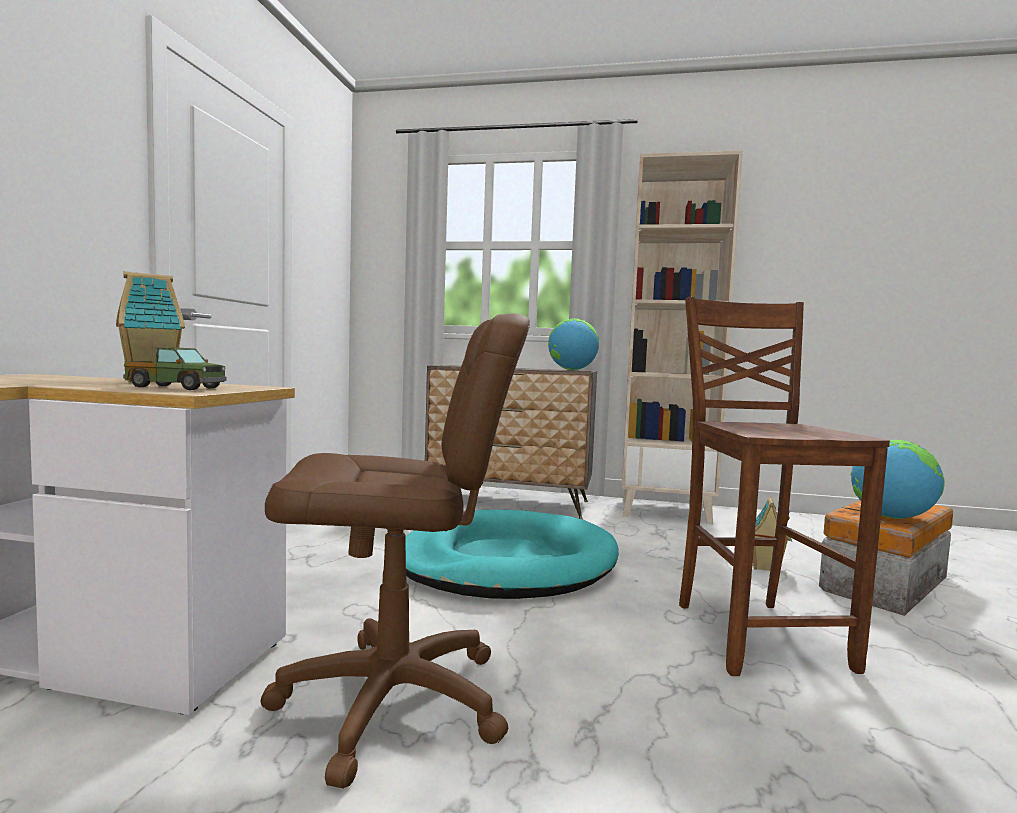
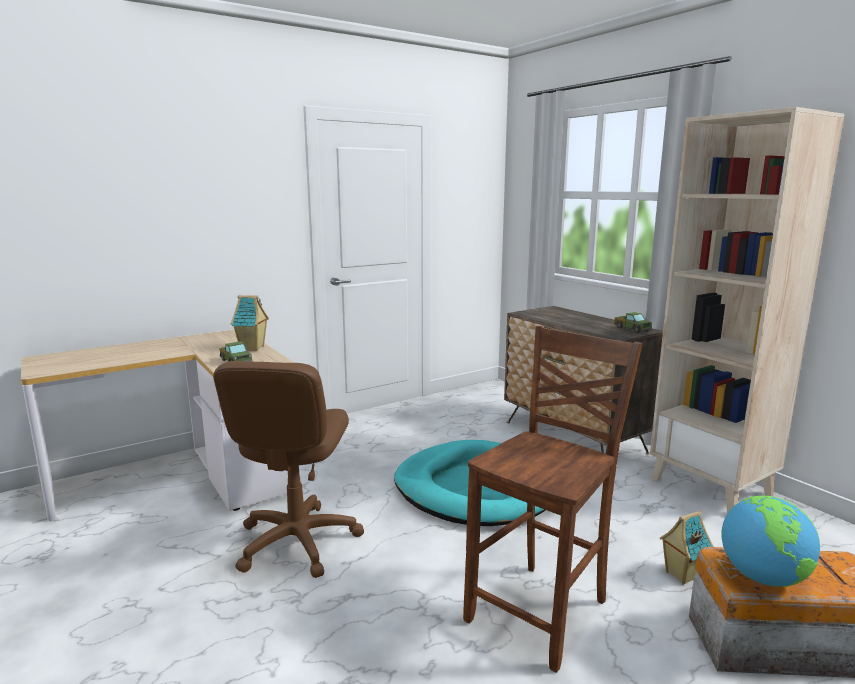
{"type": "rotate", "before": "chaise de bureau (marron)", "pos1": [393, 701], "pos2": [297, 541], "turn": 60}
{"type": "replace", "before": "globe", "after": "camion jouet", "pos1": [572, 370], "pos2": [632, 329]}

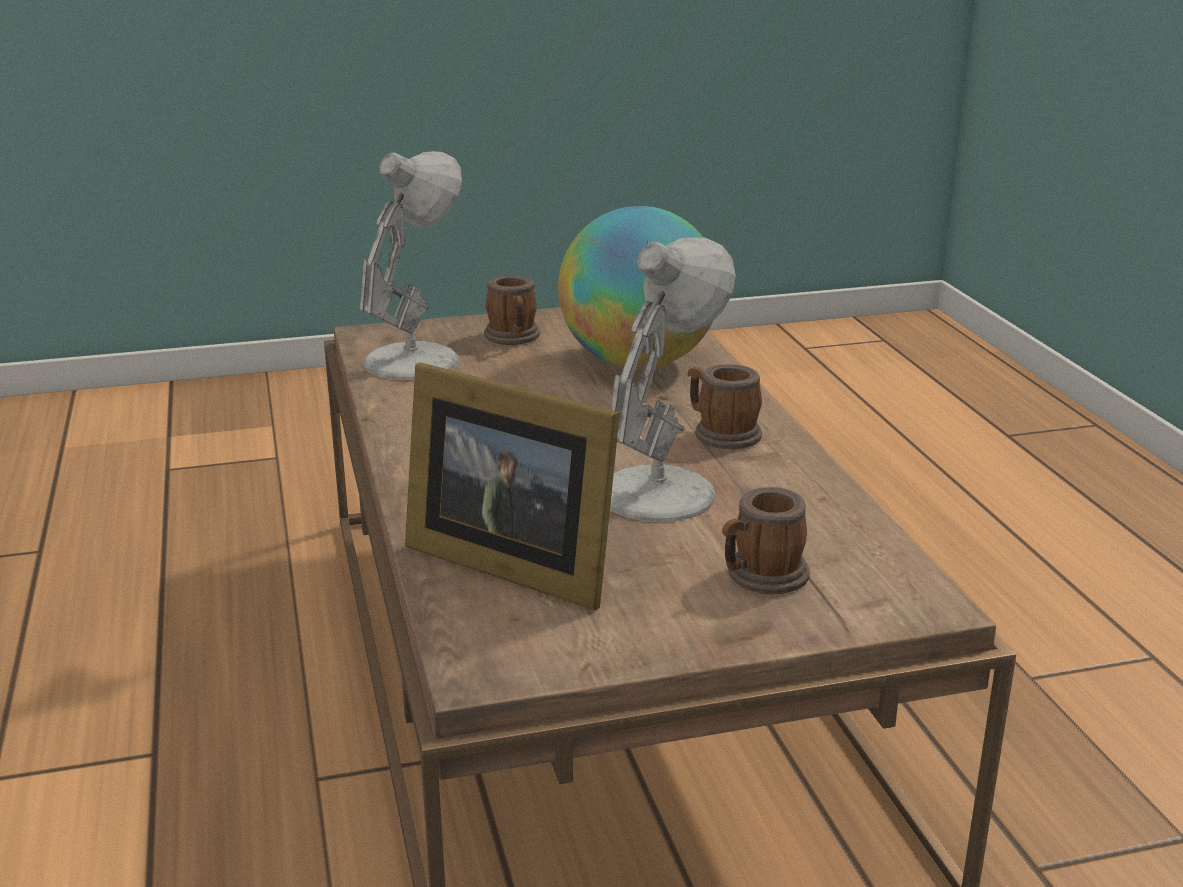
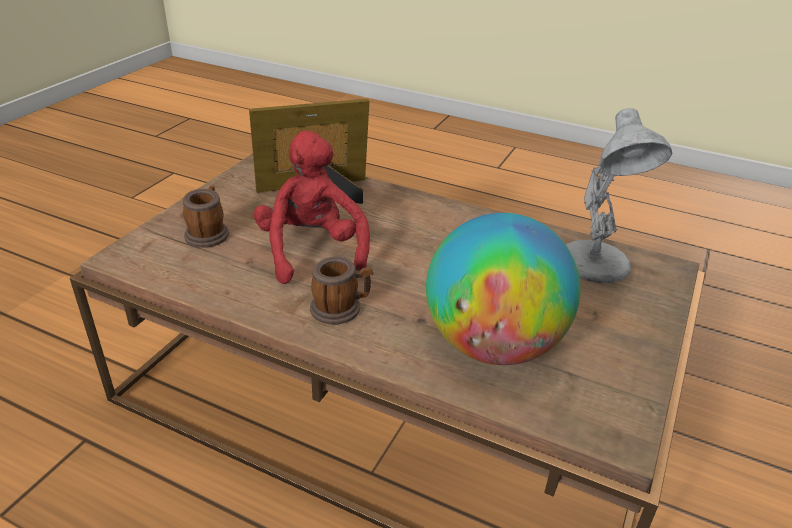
{"type": "replace", "before": "lampe de table (blanc)", "after": "peluche (rouge)", "pos1": [661, 491], "pos2": [312, 252]}
{"type": "delete", "before": "mug", "pos1": [514, 338]}

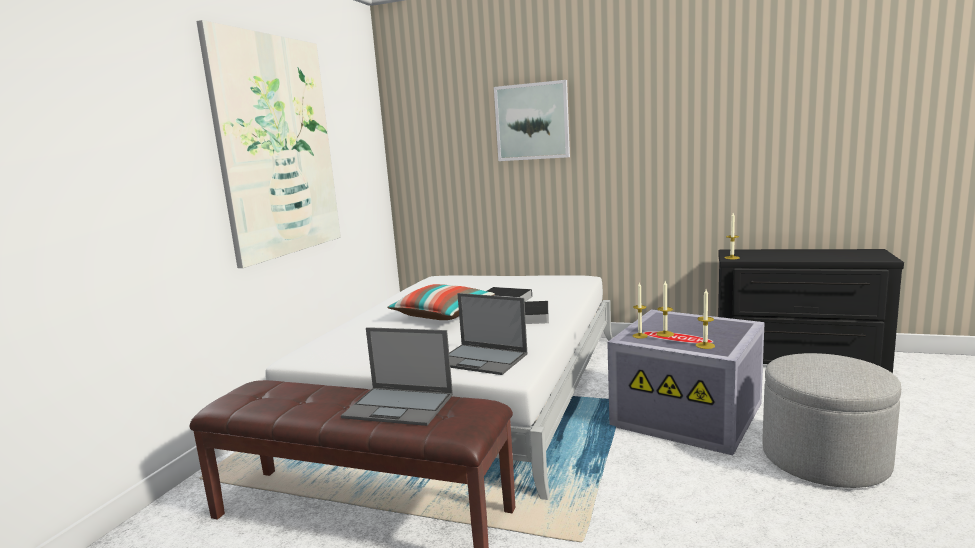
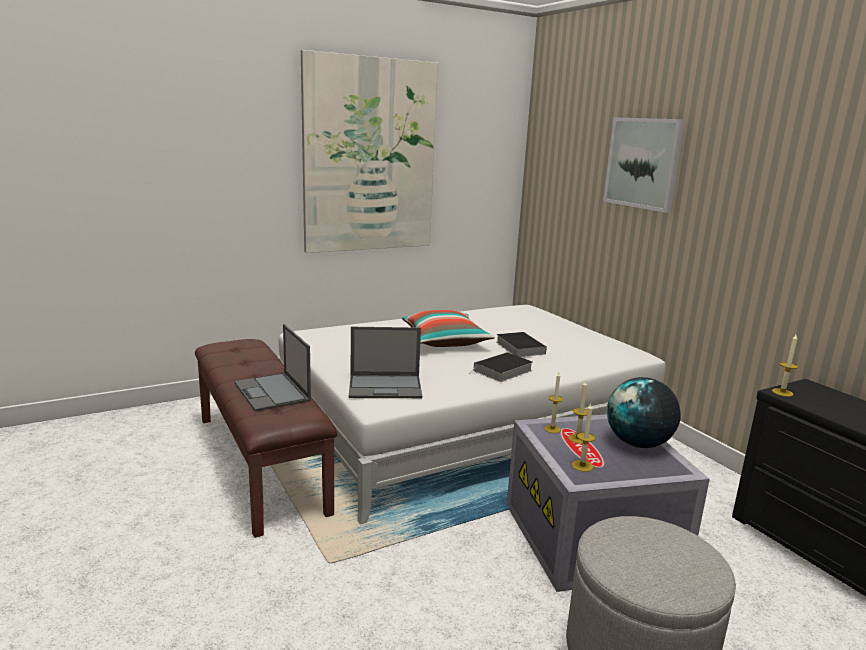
{"type": "rotate", "before": "ordinateur portable", "pos1": [482, 359], "pos2": [386, 387], "turn": -75}
{"type": "insert", "after": "globe", "pos2": [638, 443]}

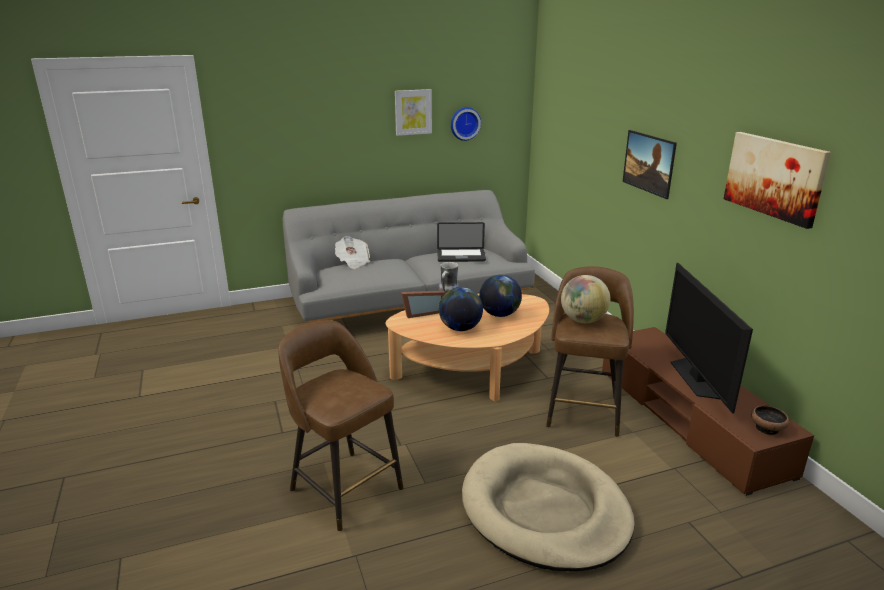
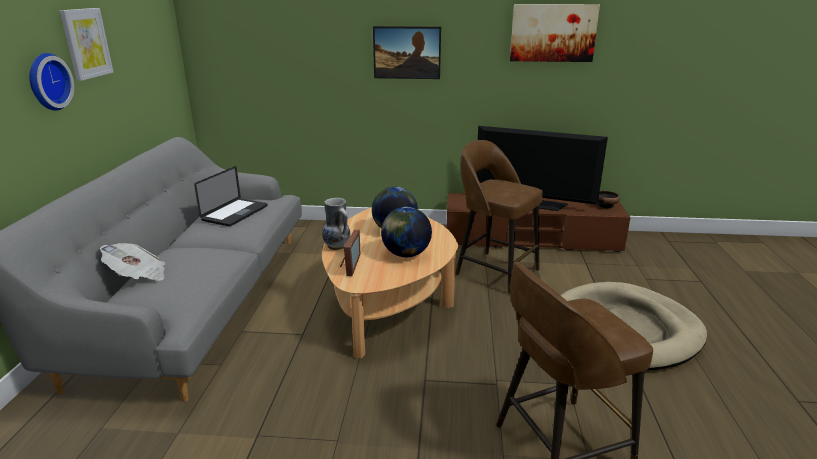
{"type": "move", "before": "horloge murale", "pos1": [464, 123], "pos2": [47, 82]}
{"type": "delete", "before": "globe", "pos1": [583, 320]}

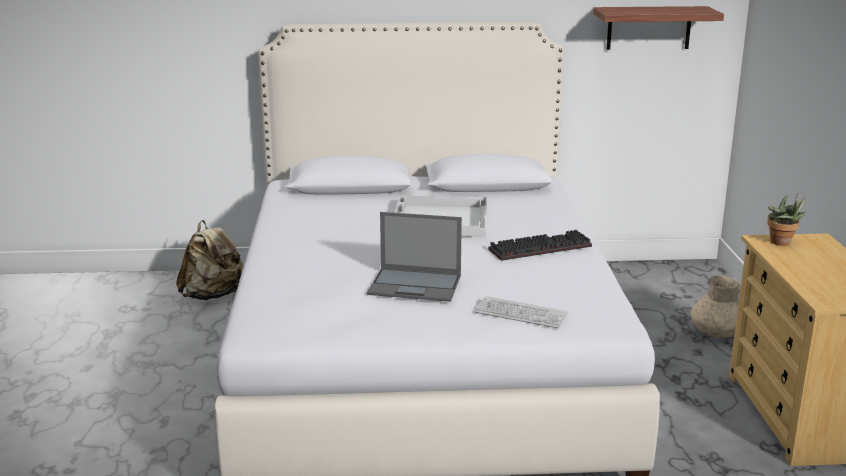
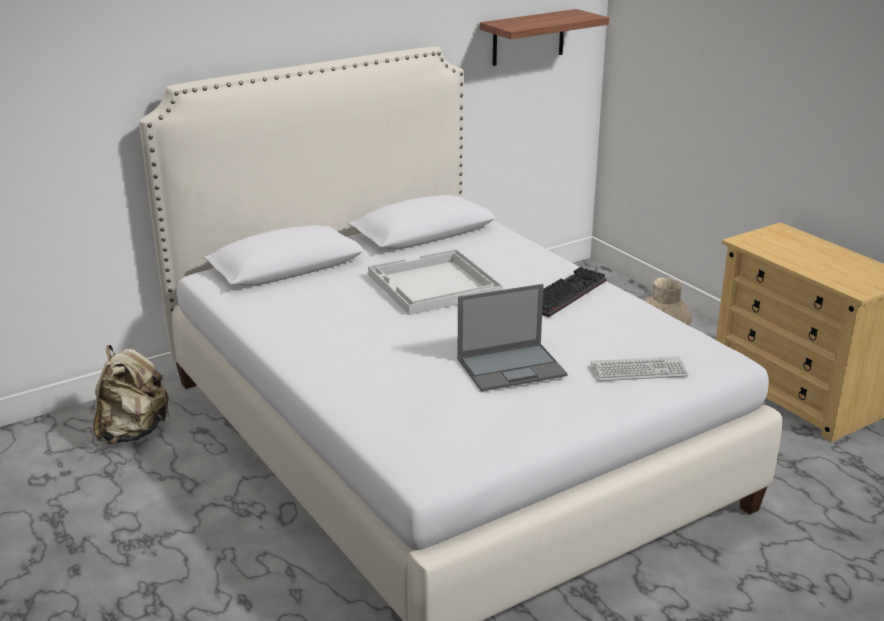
{"type": "delete", "before": "plante en pot", "pos1": [782, 243]}

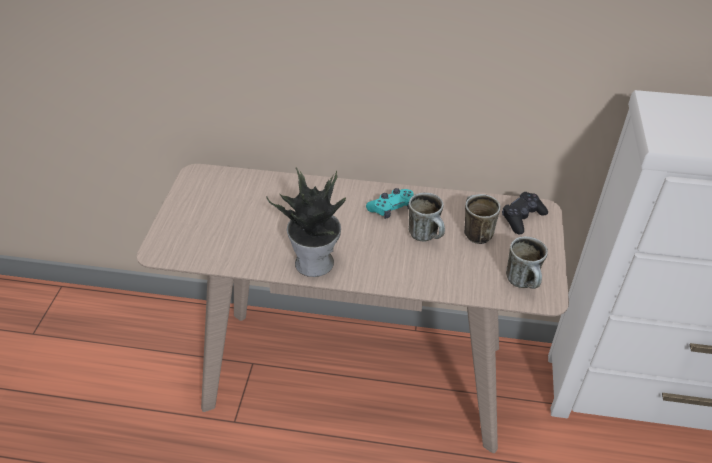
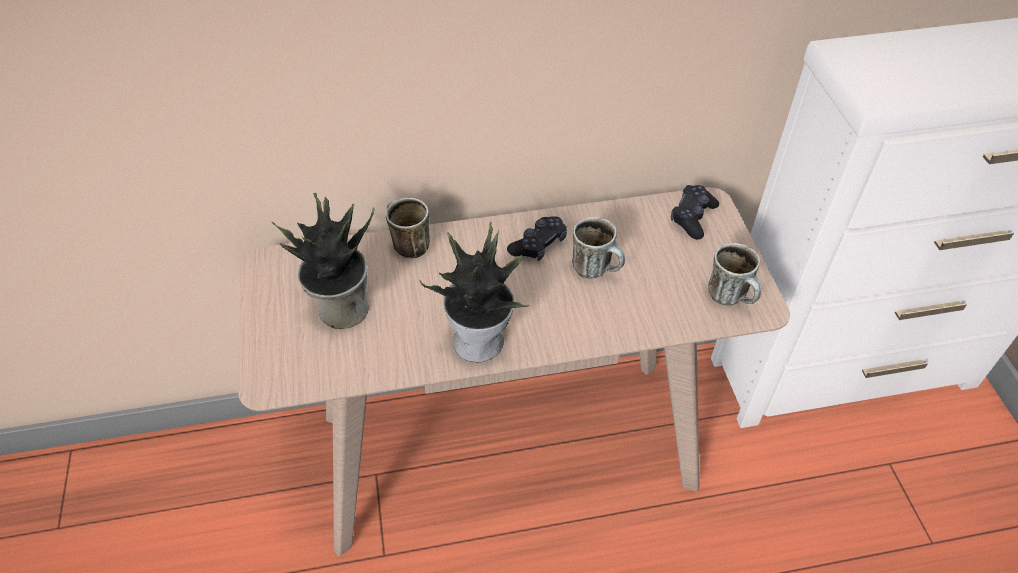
{"type": "recolor", "before": "manette (turquoise)", "after": "manette (noir)", "pos1": [392, 208], "pos2": [538, 245]}
{"type": "move", "before": "mug", "pos1": [474, 232], "pos2": [406, 245]}
{"type": "insert", "after": "plante en pot", "pos2": [341, 310]}

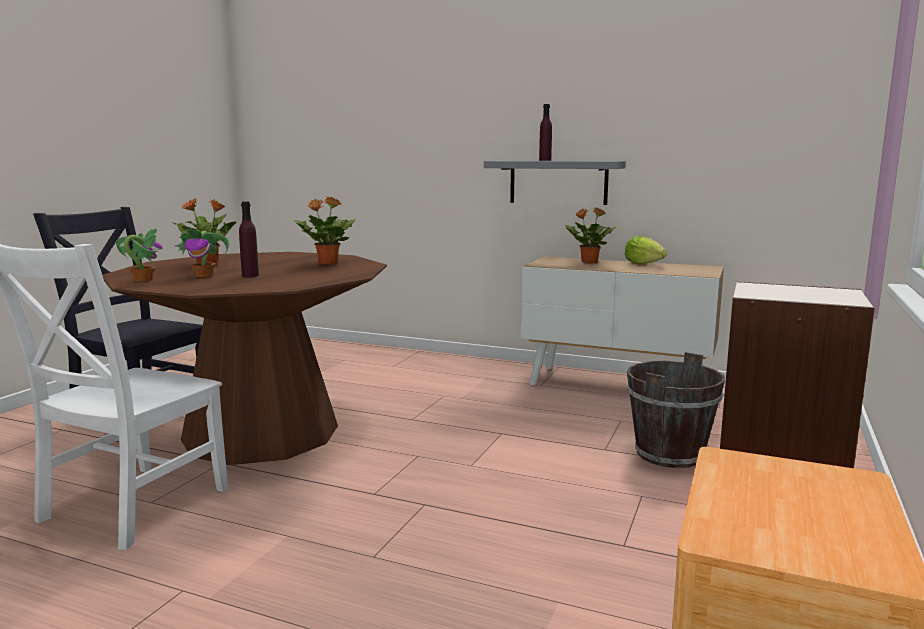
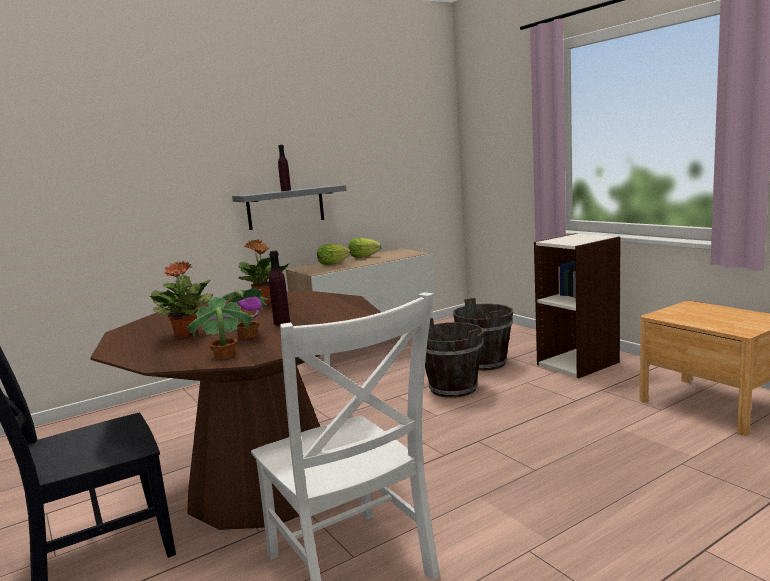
{"type": "replace", "before": "plante en pot", "after": "laitue", "pos1": [588, 262], "pos2": [332, 264]}
{"type": "insert", "after": "seau (marron)", "pos2": [453, 388]}

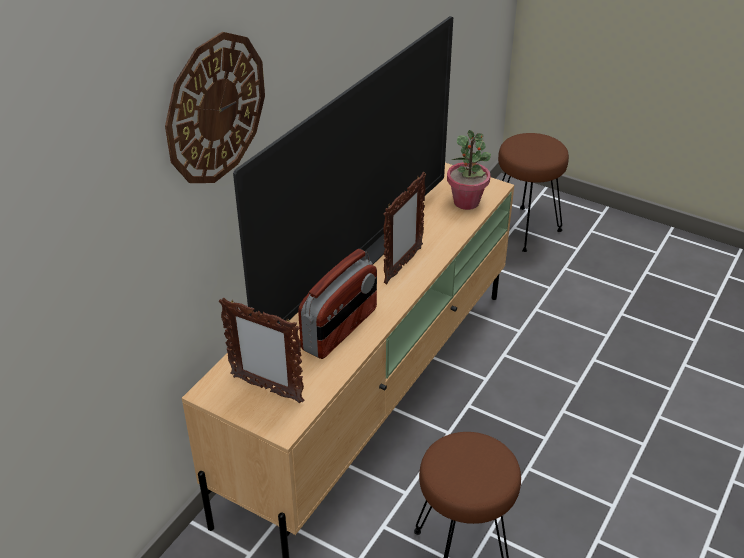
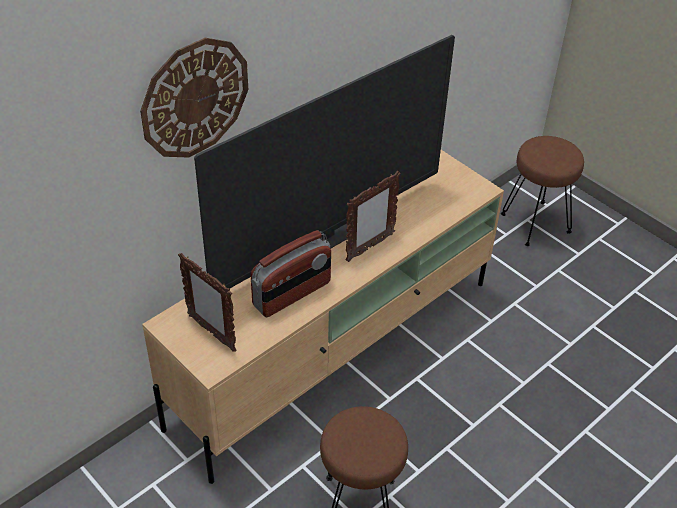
{"type": "delete", "before": "plante en pot", "pos1": [466, 202]}

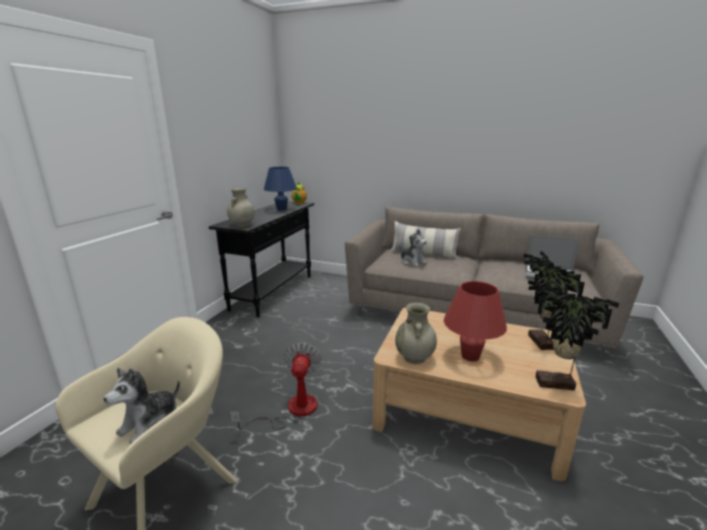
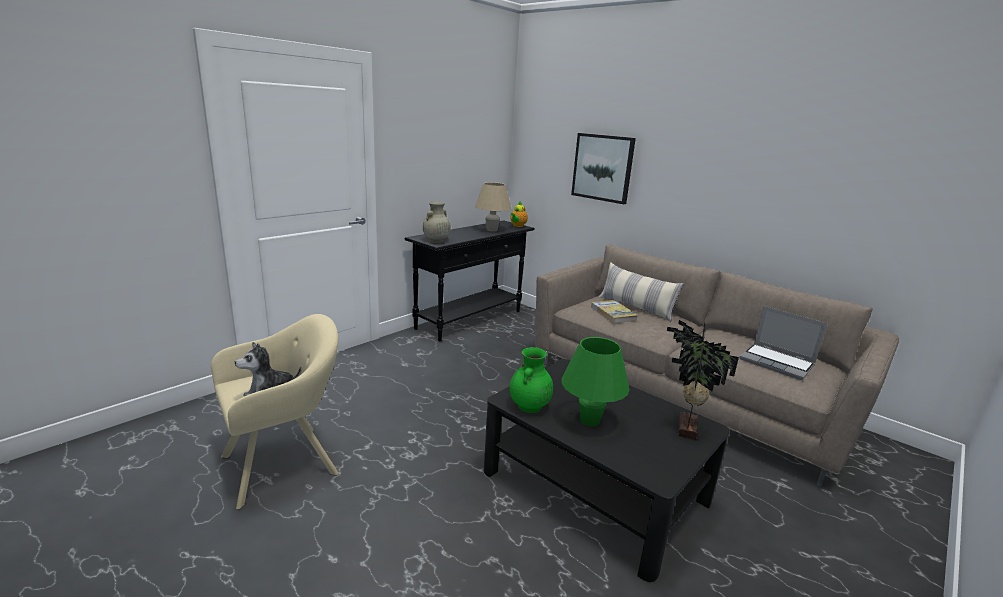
{"type": "recolor", "before": "lampe de table (bleu)", "after": "lampe de table (beige)", "pos1": [281, 209], "pos2": [492, 230]}
{"type": "replace", "before": "peluche", "after": "livre", "pos1": [412, 262], "pos2": [613, 313]}
{"type": "recolor", "before": "lampe de table (rouge)", "after": "lampe de table (vert)", "pos1": [470, 356], "pos2": [590, 420]}
{"type": "delete", "before": "plante en pot", "pos1": [556, 385]}
{"type": "recolor", "before": "vase (beige)", "after": "vase (vert)", "pos1": [414, 358], "pos2": [529, 407]}
{"type": "recolor", "before": "table basse (beige)", "after": "table basse (noir)", "pos1": [467, 410], "pos2": [594, 486]}
{"type": "delete", "before": "ventilateur", "pos1": [292, 410]}
{"type": "insert", "after": "tableau", "pos2": [602, 167]}

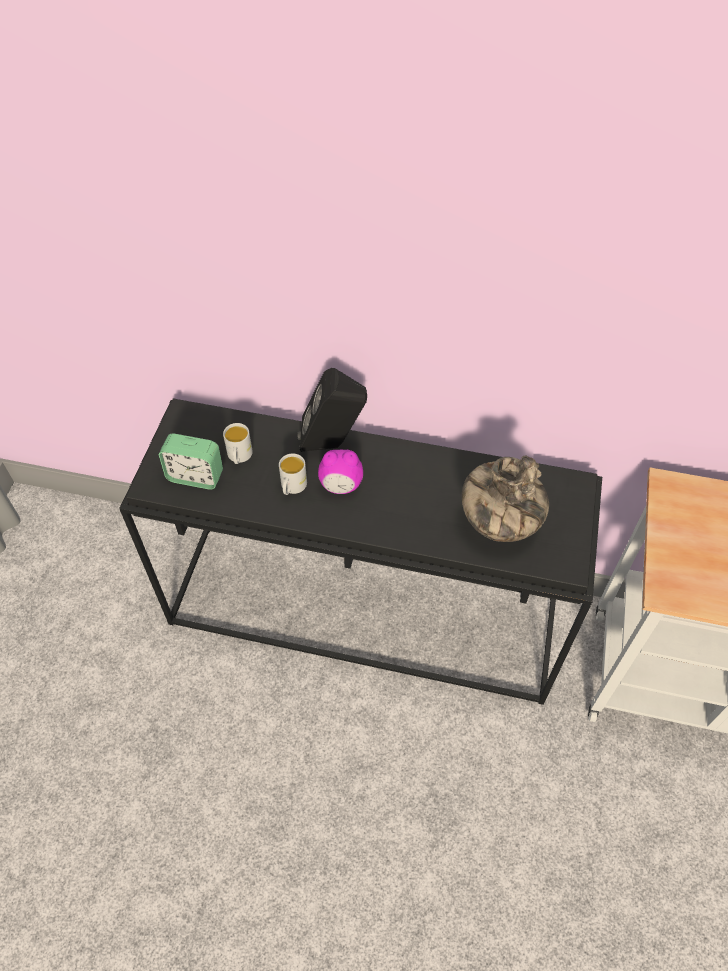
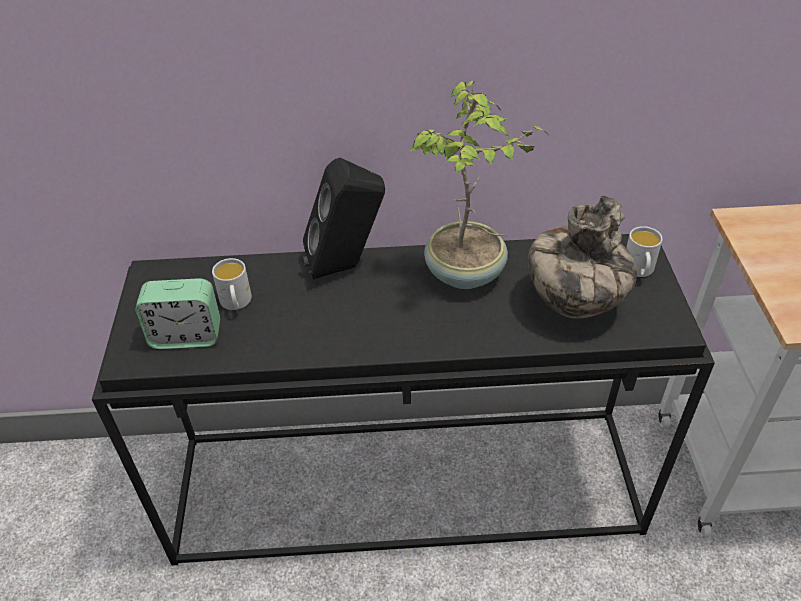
{"type": "delete", "before": "réveil", "pos1": [341, 486]}
{"type": "move", "before": "mug (blanc)", "pos1": [292, 487], "pos2": [639, 271]}
{"type": "insert", "after": "plante en pot", "pos2": [466, 274]}

